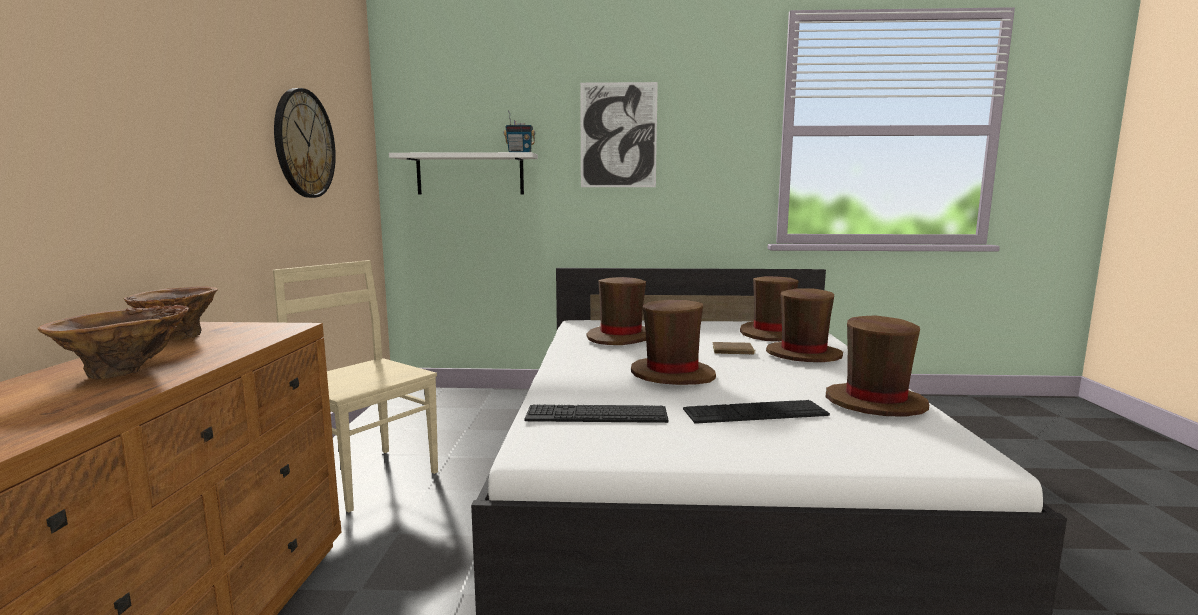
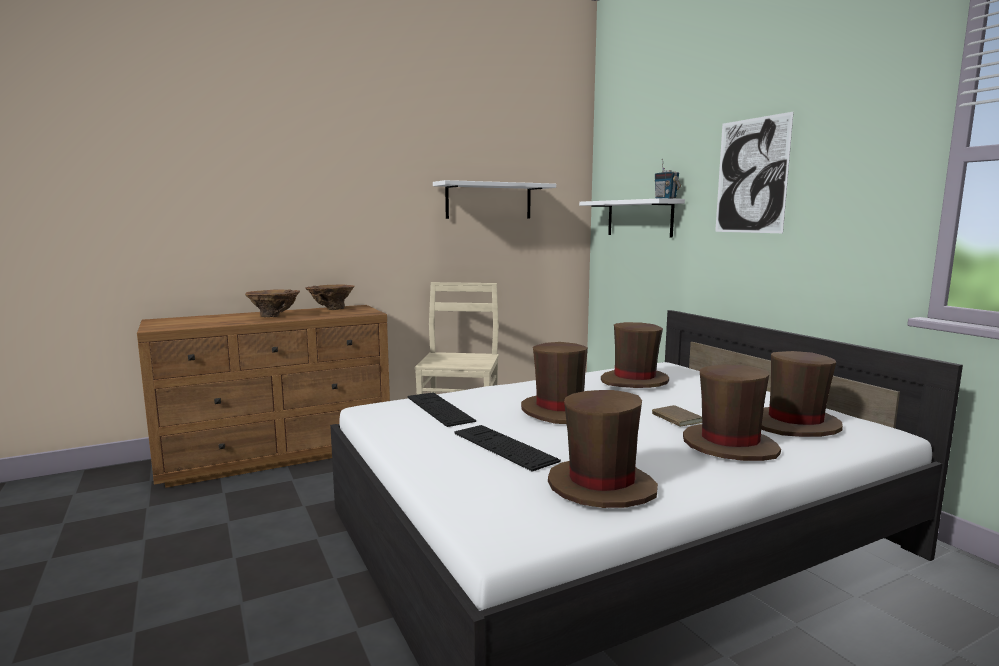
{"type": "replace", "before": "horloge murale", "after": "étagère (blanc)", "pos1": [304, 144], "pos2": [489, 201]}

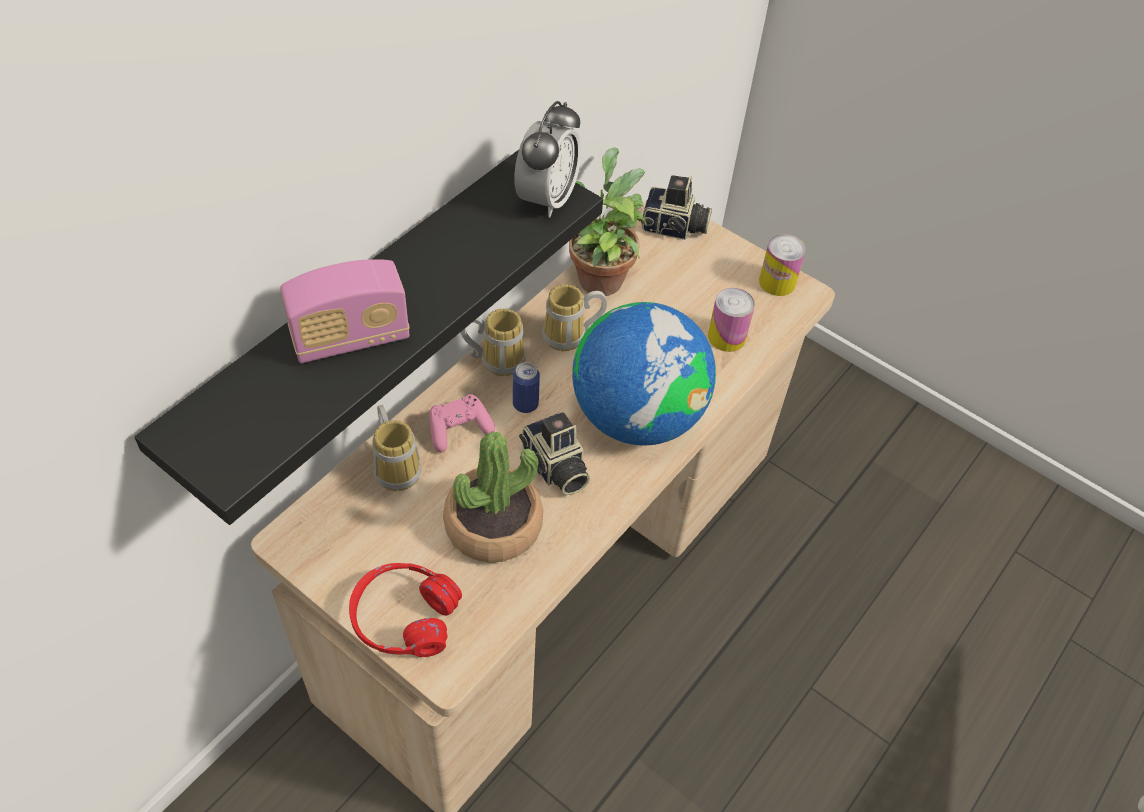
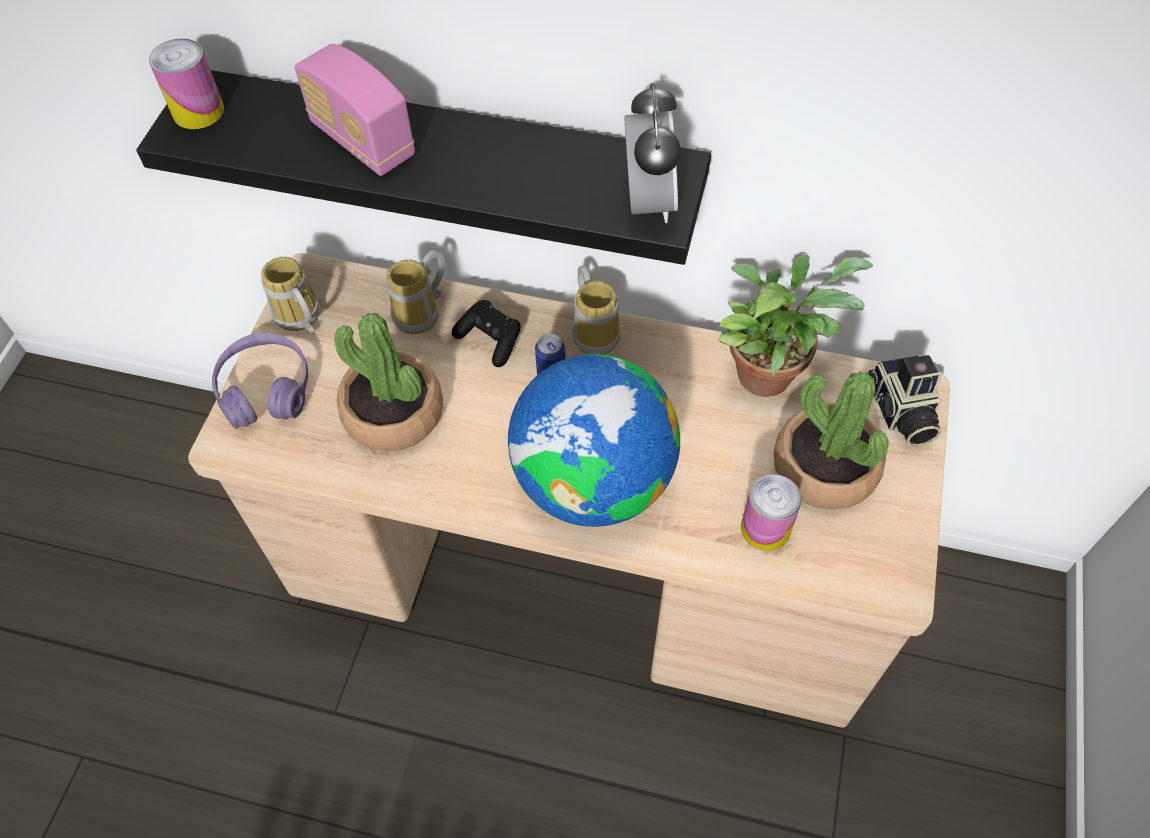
{"type": "rotate", "before": "réveil", "pos1": [547, 198], "pos2": [648, 202], "turn": -90}
{"type": "move", "before": "boîte métallique", "pos1": [777, 282], "pos2": [198, 111]}
{"type": "move", "before": "mug", "pos1": [570, 337], "pos2": [298, 320]}
{"type": "recolor", "before": "manette (rose)", "after": "manette (noir)", "pos1": [459, 429], "pos2": [490, 340]}
{"type": "delete", "before": "appareil photo", "pos1": [555, 467]}
{"type": "recolor", "before": "casque audio (rouge)", "after": "casque audio (violet)", "pos1": [404, 618], "pos2": [266, 390]}
{"type": "insert", "after": "plante en pot", "pos2": [824, 468]}

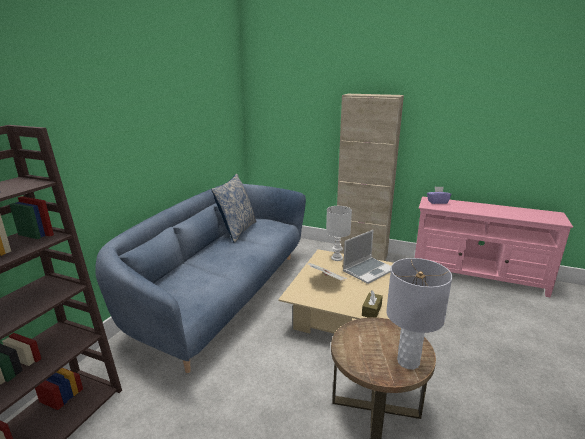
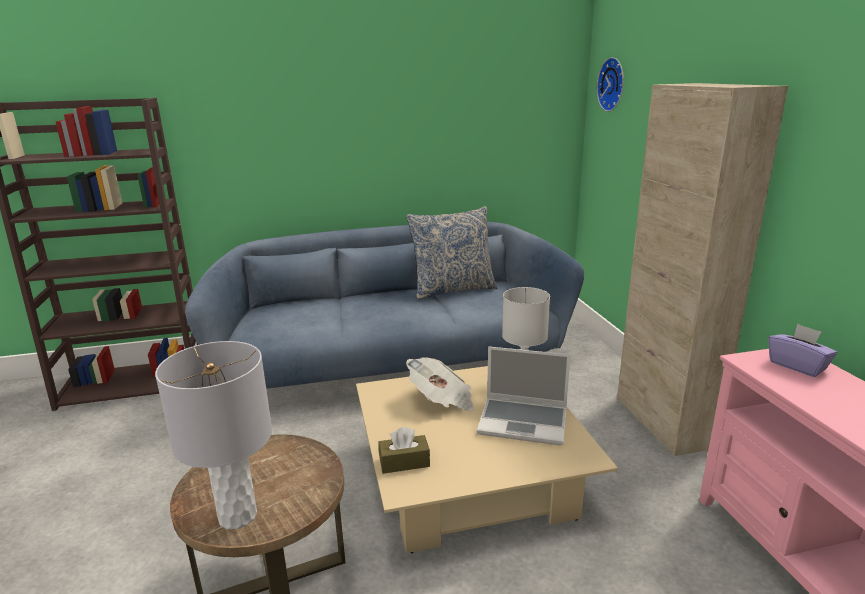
{"type": "insert", "after": "horloge murale", "pos2": [613, 84]}

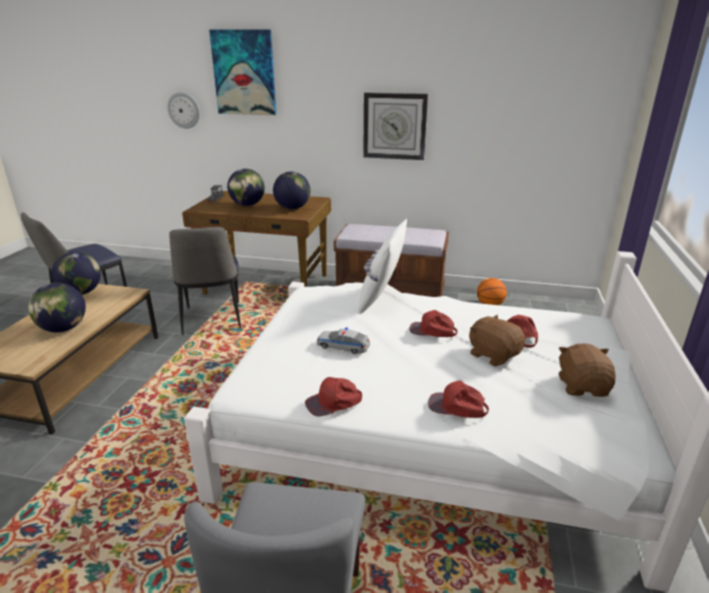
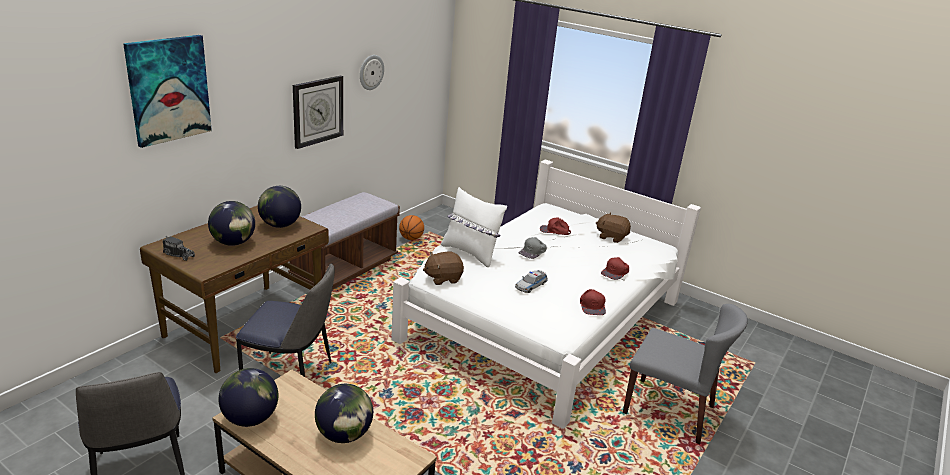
{"type": "move", "before": "horloge murale", "pos1": [184, 110], "pos2": [371, 72]}
{"type": "recolor", "before": "casquette (rouge)", "after": "casquette (gris)", "pos1": [432, 331], "pos2": [533, 252]}
{"type": "move", "before": "peluche (marron)", "pos1": [493, 355], "pos2": [443, 278]}

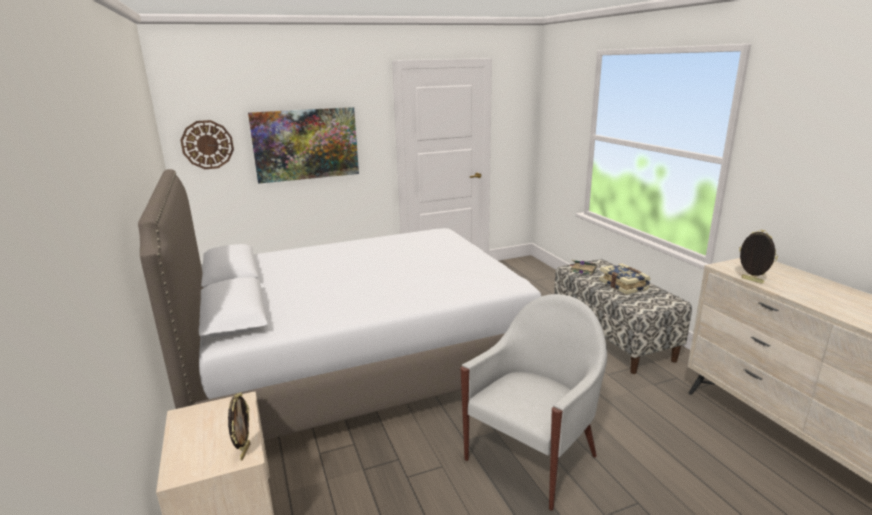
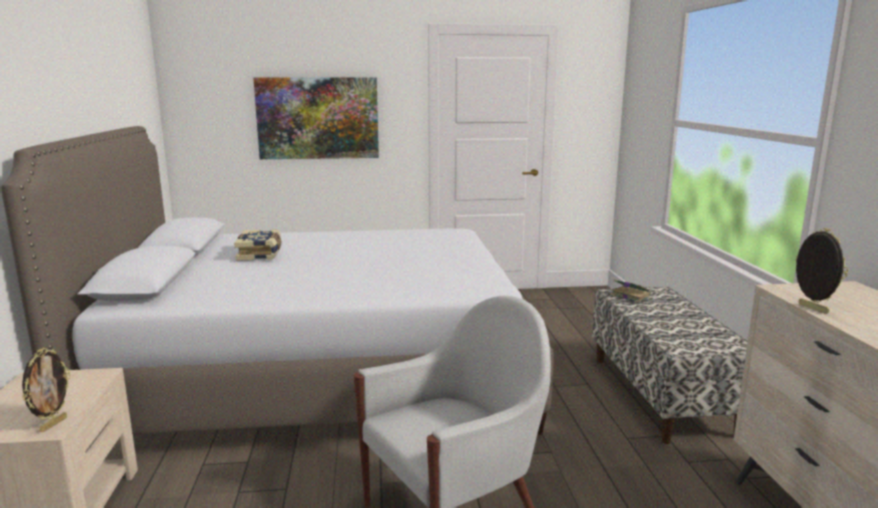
{"type": "delete", "before": "horloge murale", "pos1": [207, 144]}
{"type": "move", "before": "livre", "pos1": [624, 285], "pos2": [260, 254]}

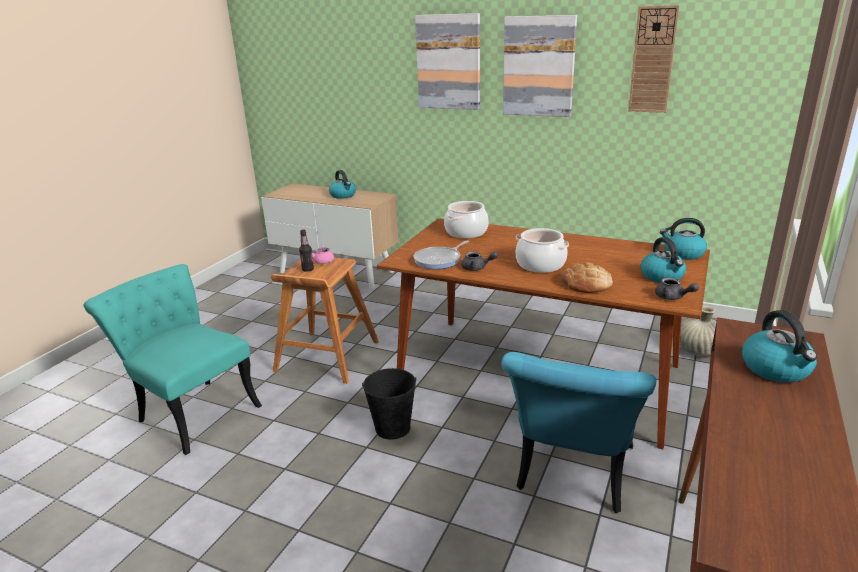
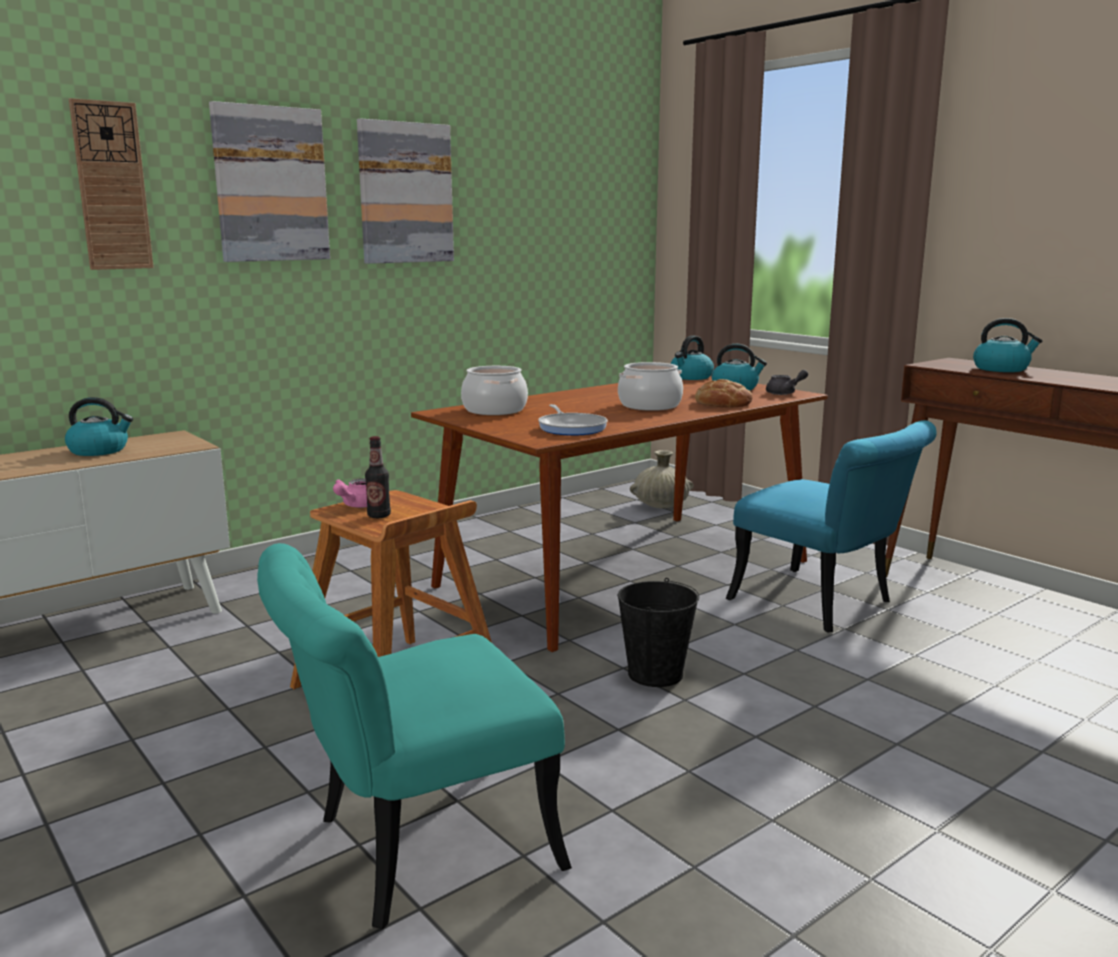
{"type": "move", "before": "horloge murale", "pos1": [652, 60], "pos2": [112, 186]}
{"type": "delete", "before": "théière (gris)", "pos1": [477, 268]}

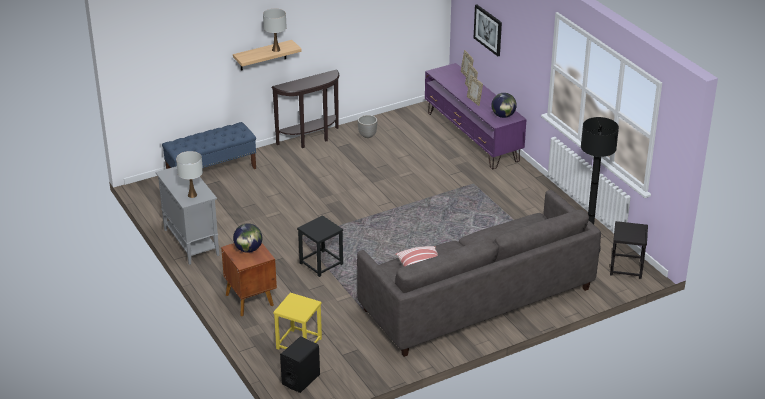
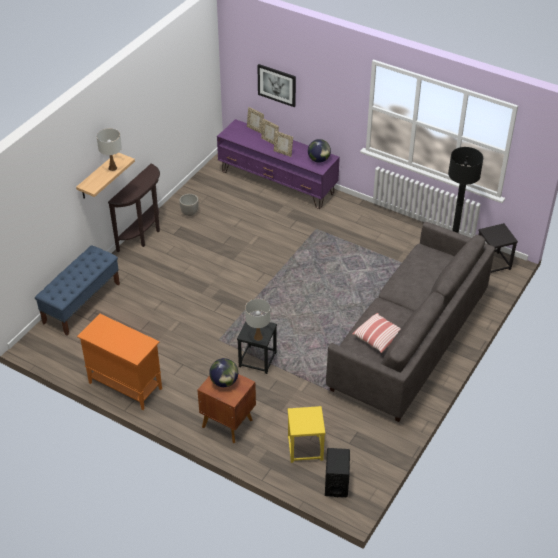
{"type": "move", "before": "lampe de table (blanc)", "pos1": [192, 195], "pos2": [258, 337]}
{"type": "recolor", "before": "meuble de rangement (gris)", "after": "meuble de rangement (orange)", "pos1": [191, 242], "pos2": [124, 385]}

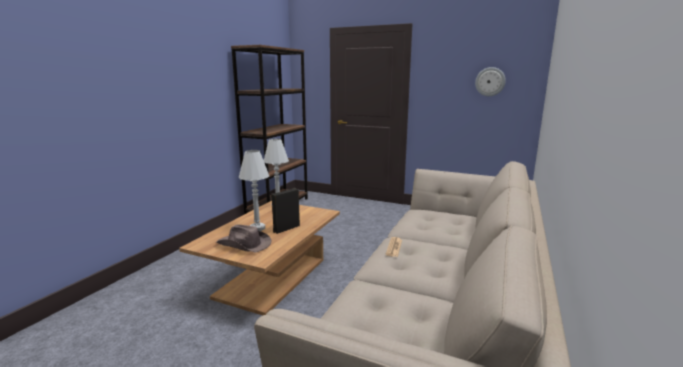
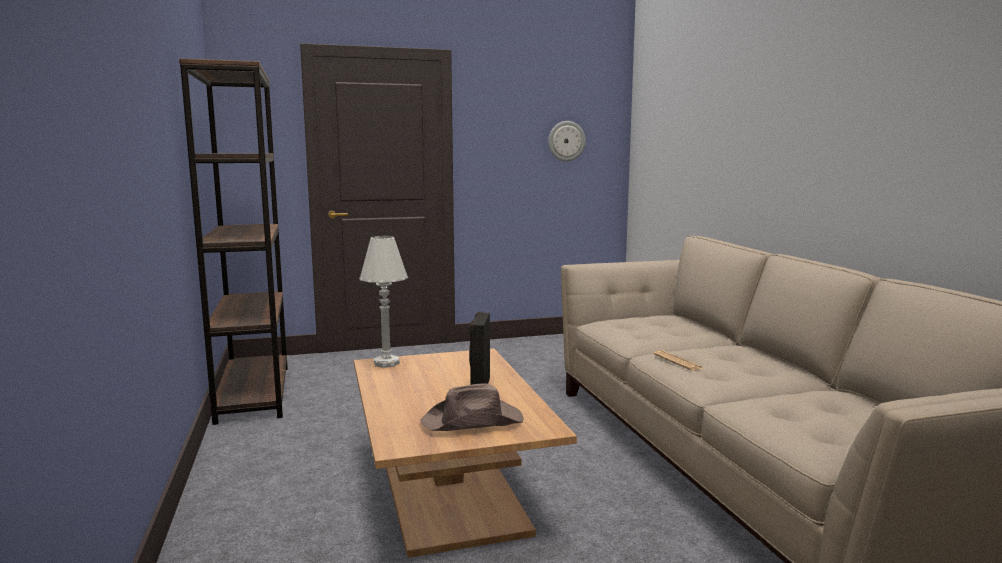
{"type": "delete", "before": "lampe de table (blanc)", "pos1": [257, 228]}

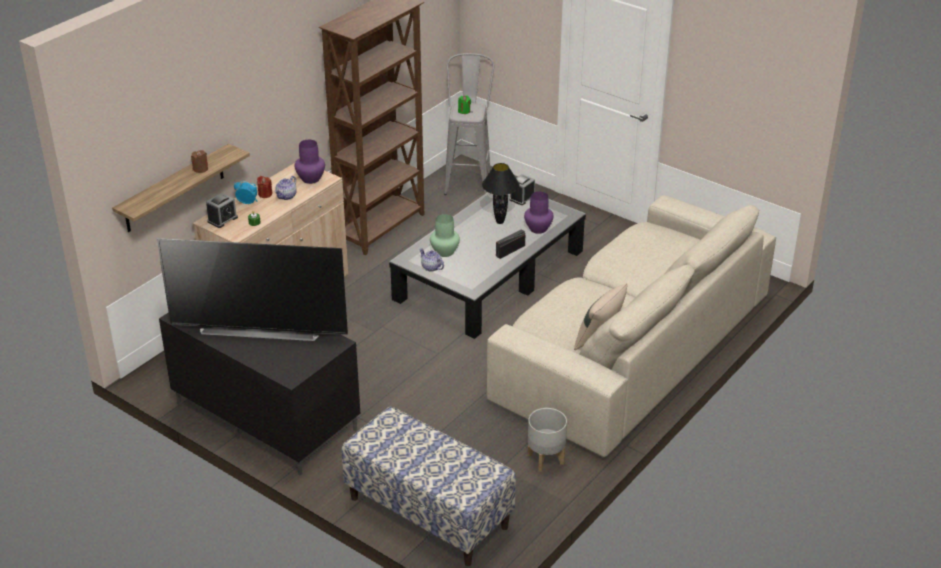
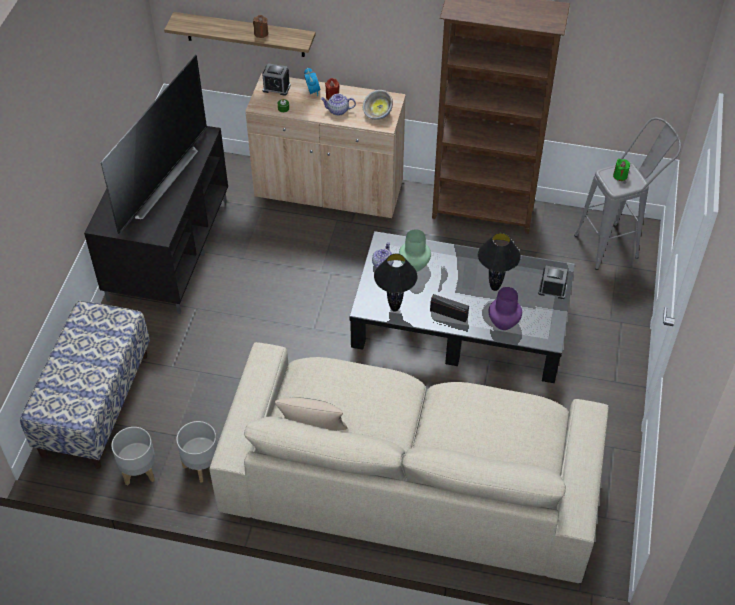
{"type": "replace", "before": "vase (violet)", "after": "bol", "pos1": [311, 178], "pos2": [378, 114]}
{"type": "rotate", "before": "téléviseur", "pos1": [260, 328], "pos2": [158, 179], "turn": -135}
{"type": "insert", "after": "lampe de table (noir)", "pos2": [395, 308]}
{"type": "insert", "after": "cache-pot (gris)", "pos2": [139, 471]}

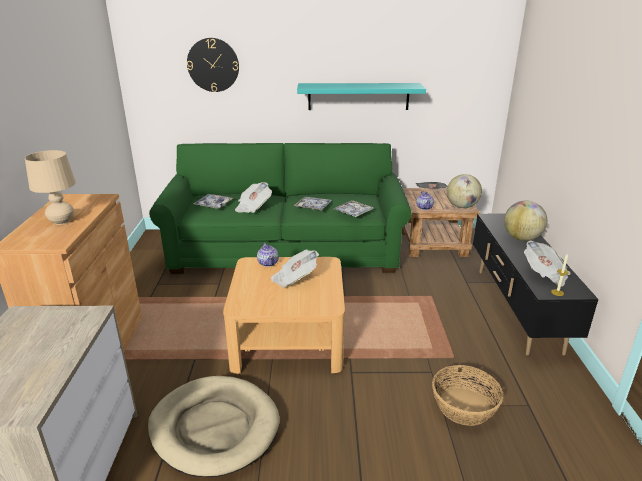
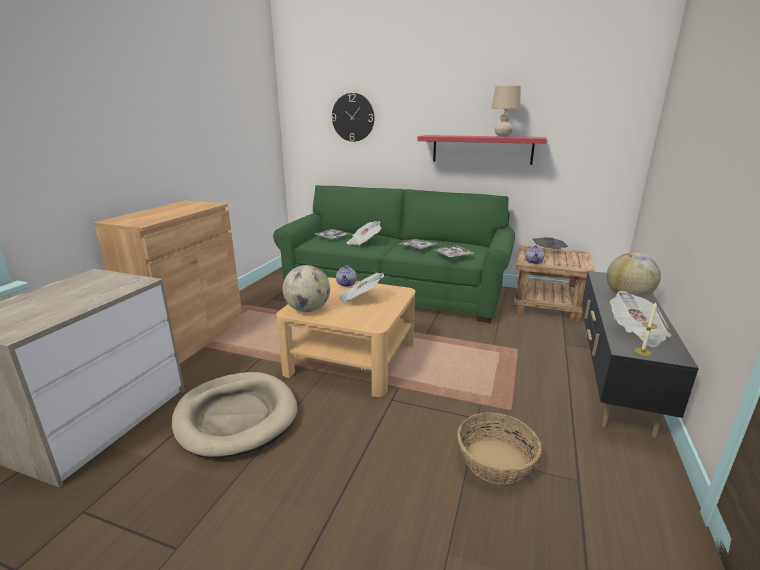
{"type": "recolor", "before": "étagère (turquoise)", "after": "étagère (rouge)", "pos1": [358, 96], "pos2": [482, 149]}
{"type": "move", "before": "lampe de table (beige)", "pos1": [62, 221], "pos2": [502, 137]}
{"type": "move", "before": "globe", "pos1": [462, 206], "pos2": [308, 310]}

